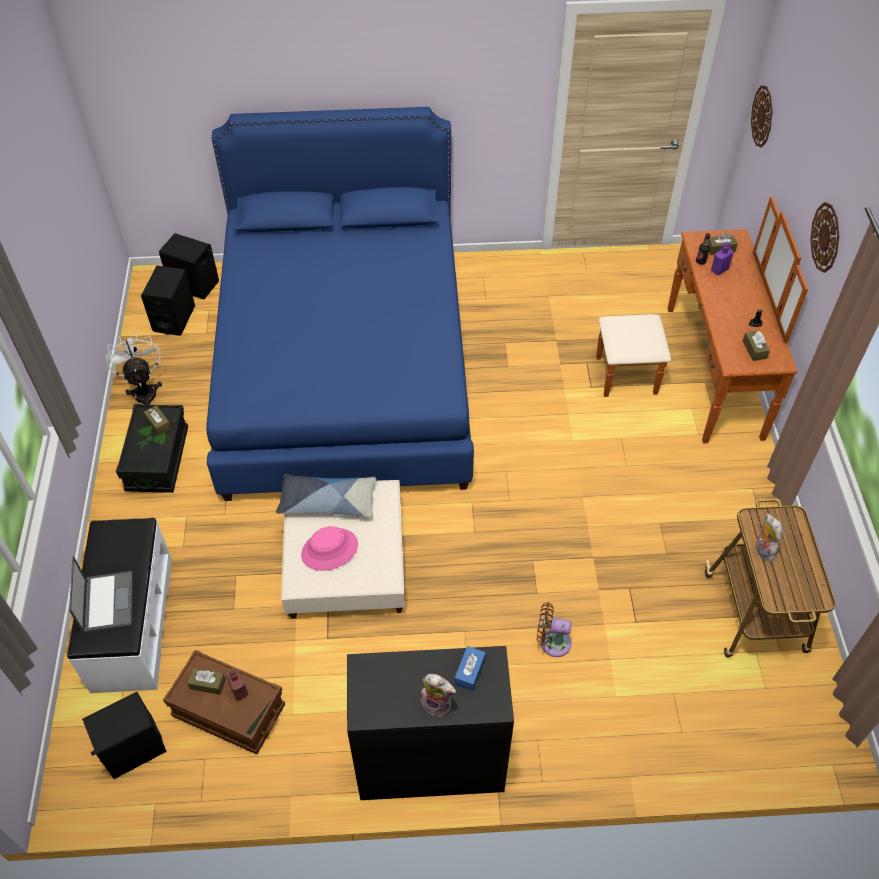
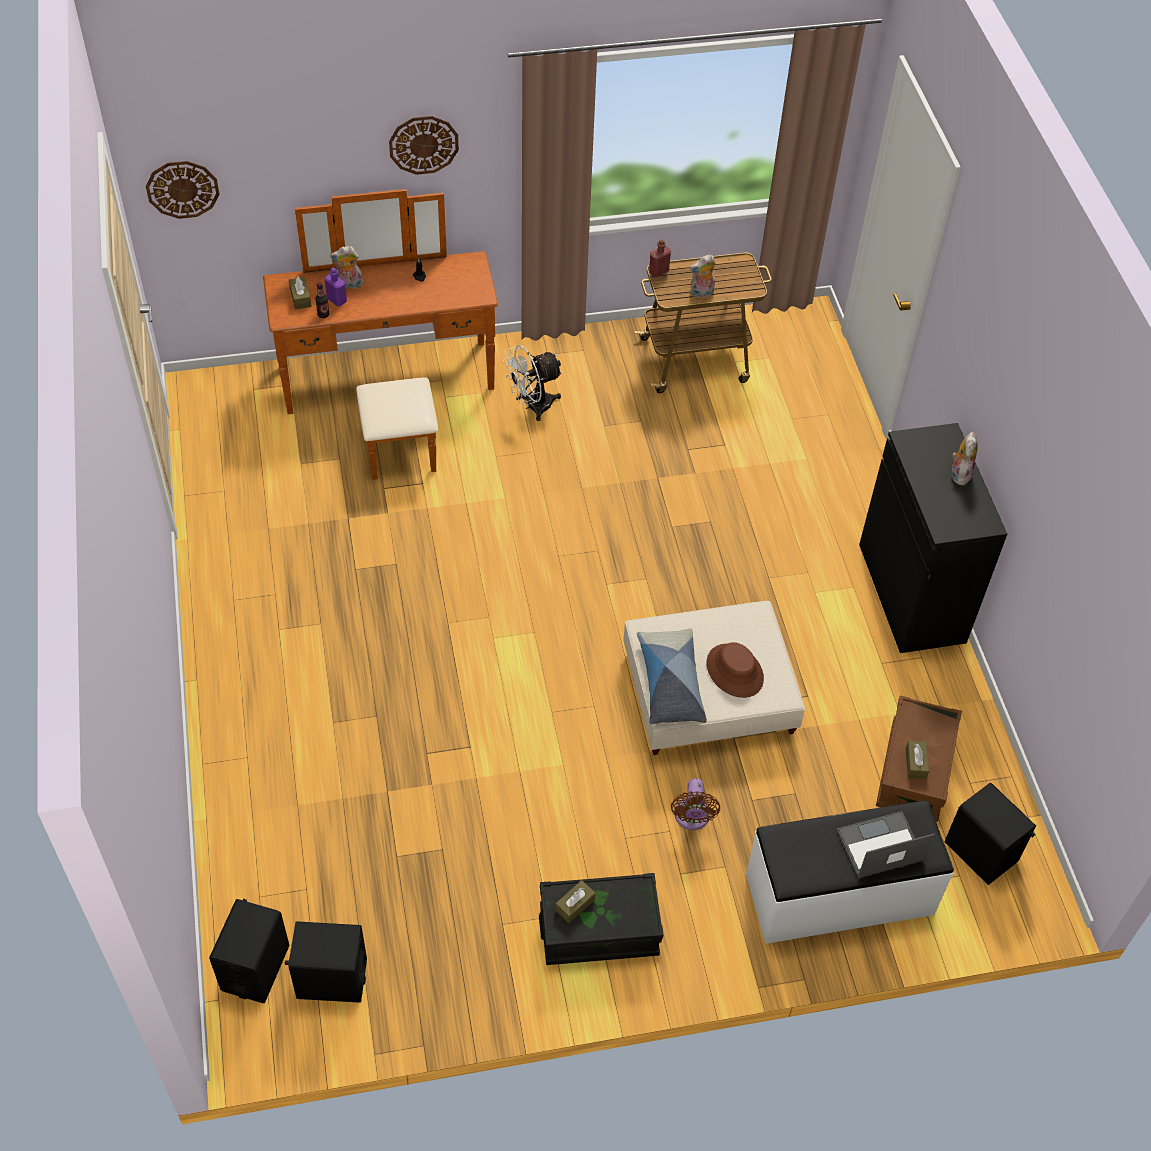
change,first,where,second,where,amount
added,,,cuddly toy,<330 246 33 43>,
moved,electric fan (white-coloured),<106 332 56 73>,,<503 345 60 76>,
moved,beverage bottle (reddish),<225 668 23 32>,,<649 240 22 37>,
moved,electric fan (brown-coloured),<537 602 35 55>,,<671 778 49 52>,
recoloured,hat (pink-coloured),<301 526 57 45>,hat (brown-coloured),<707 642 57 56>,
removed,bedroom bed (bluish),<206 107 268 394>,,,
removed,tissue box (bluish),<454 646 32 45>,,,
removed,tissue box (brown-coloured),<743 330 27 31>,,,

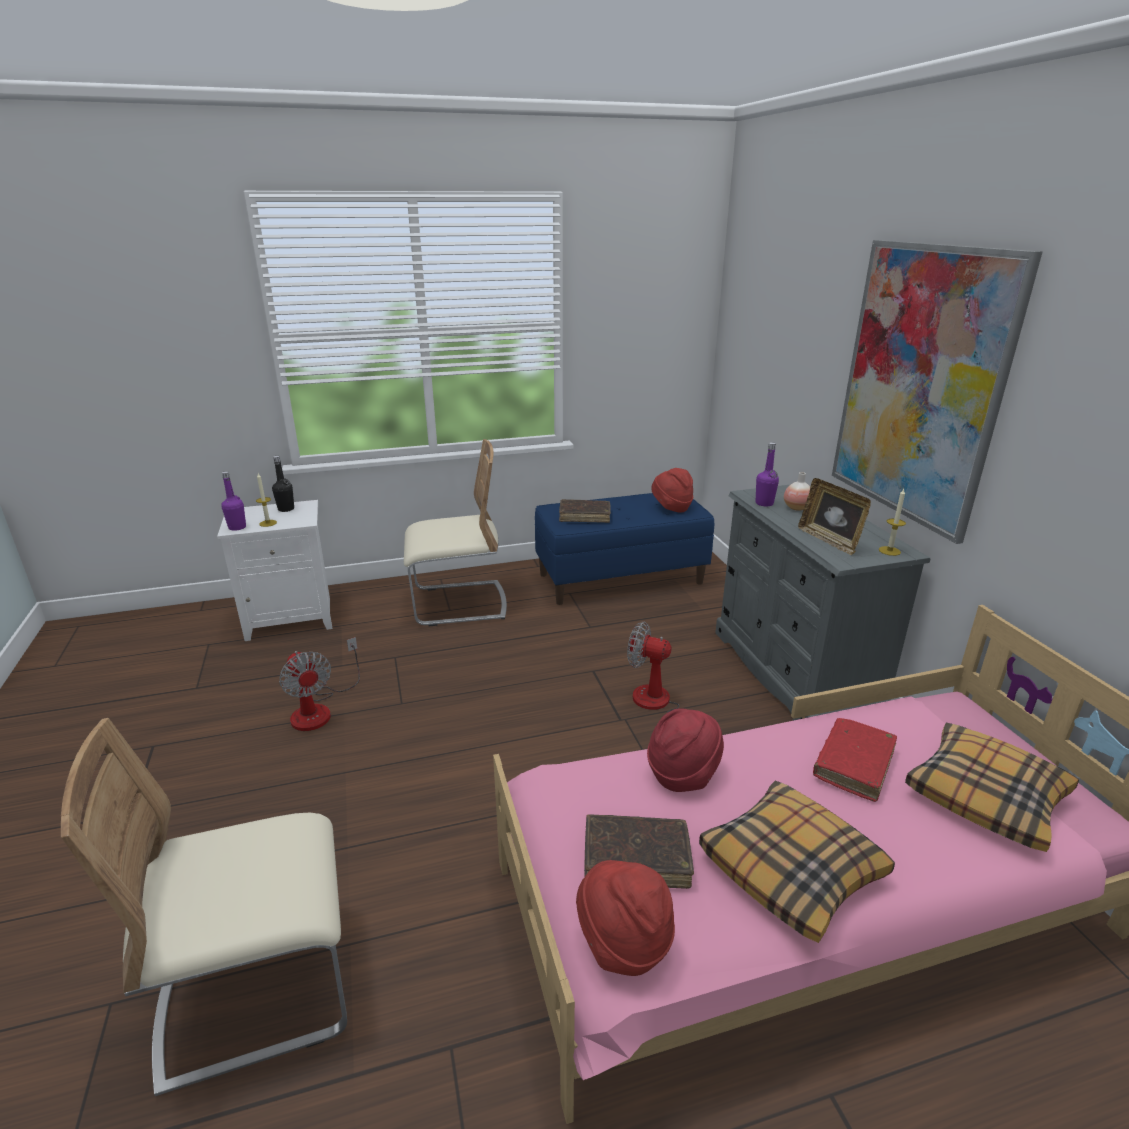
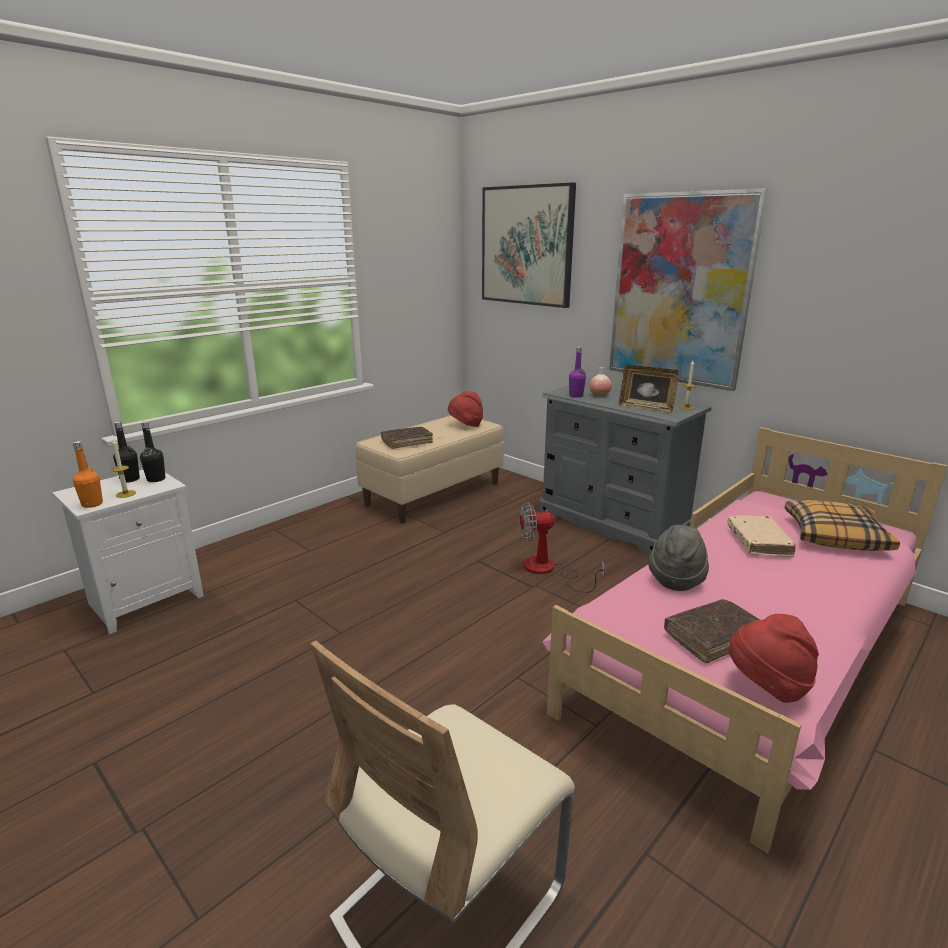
change,first,where,second,where,amount
recoloured,beverage bottle (purplish),<222 471 24 60>,beverage bottle (orangey),<73 441 30 67>,
added,,,beverage bottle (blackish),<140 421 26 61>,
recoloured,bench (bluish),<535 493 179 112>,bench (beige-coloured),<356 415 148 108>,
added,,,wall art,<482 182 94 126>,
recoloured,hat (reddish),<647 708 77 84>,hat (greyish),<648 525 61 66>,
recoloured,bound book (reddish),<813 718 84 84>,bound book (beige-coloured),<727 515 69 42>,
removed,electric fan,<279 637 81 94>,,,
removed,plain chair (beige-coloured),<404 439 103 187>,,,
removed,throw pillow,<699 781 196 162>,,,

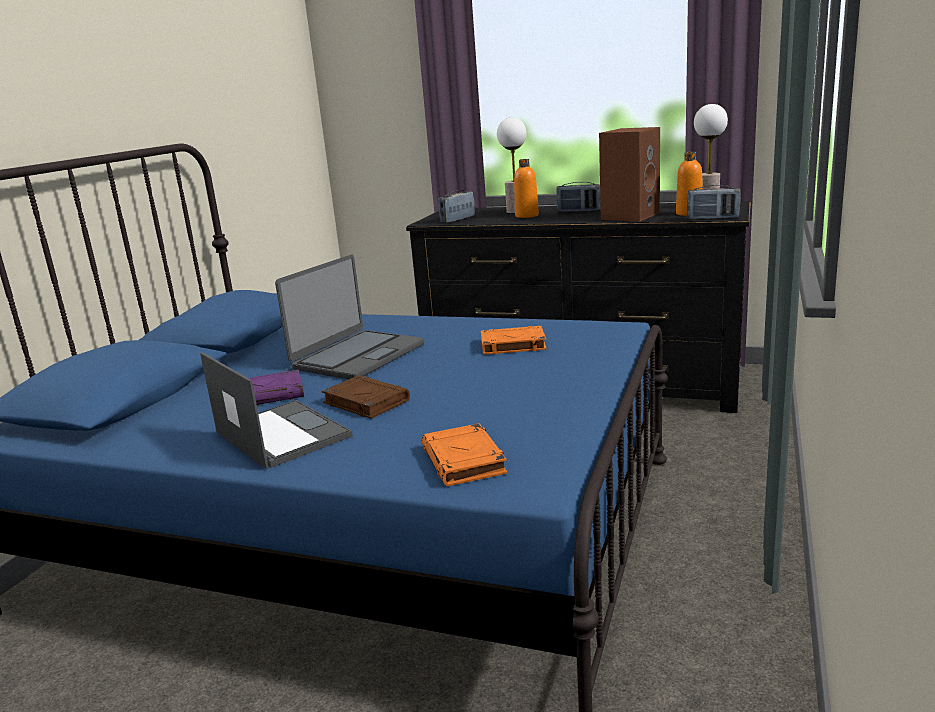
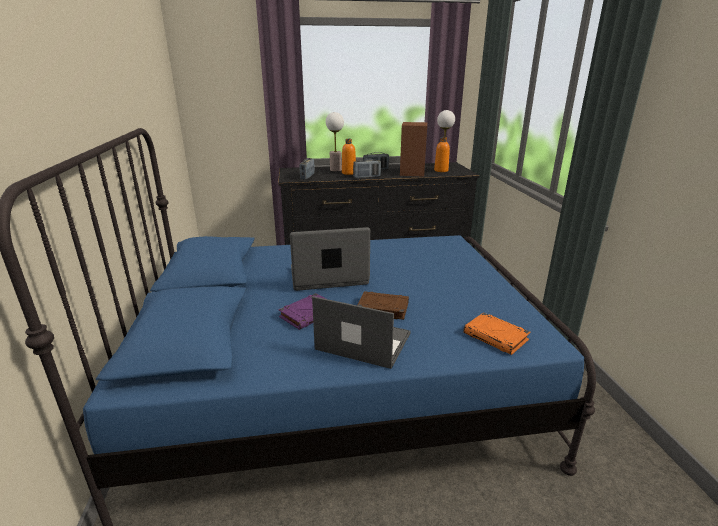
change,first,where,second,where,amount
turned,notebook computer,<275 255 149 124>,,<290 227 80 64>,105 degrees counterclockwise
moved,radio,<687 185 54 35>,,<353 159 28 19>,
removed,bound book (orangey),<481 326 66 29>,,,

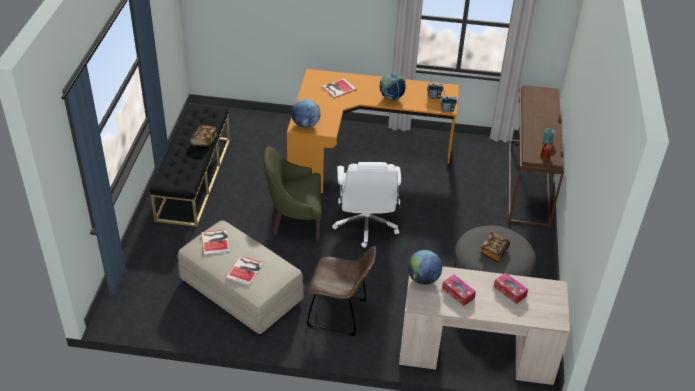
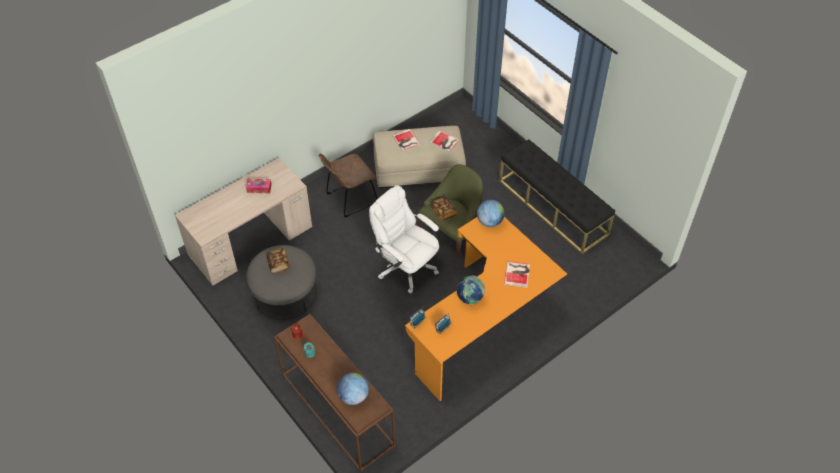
change,first,where,second,where,amount
moved,globe,<407 250 35 35>,,<337 373 32 32>,
moved,bound book,<190 125 27 22>,,<431 197 27 24>,
removed,tissue box,<494 273 34 31>,,,

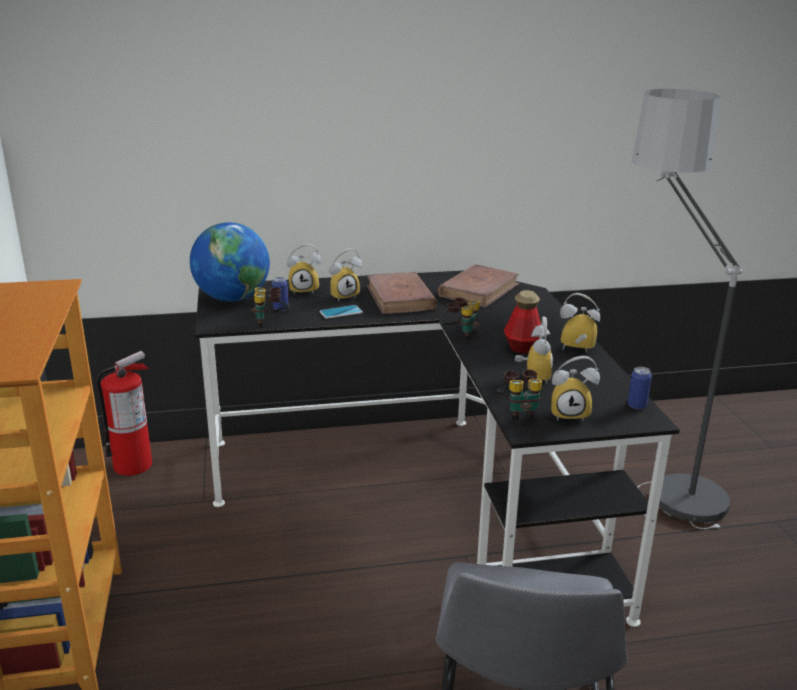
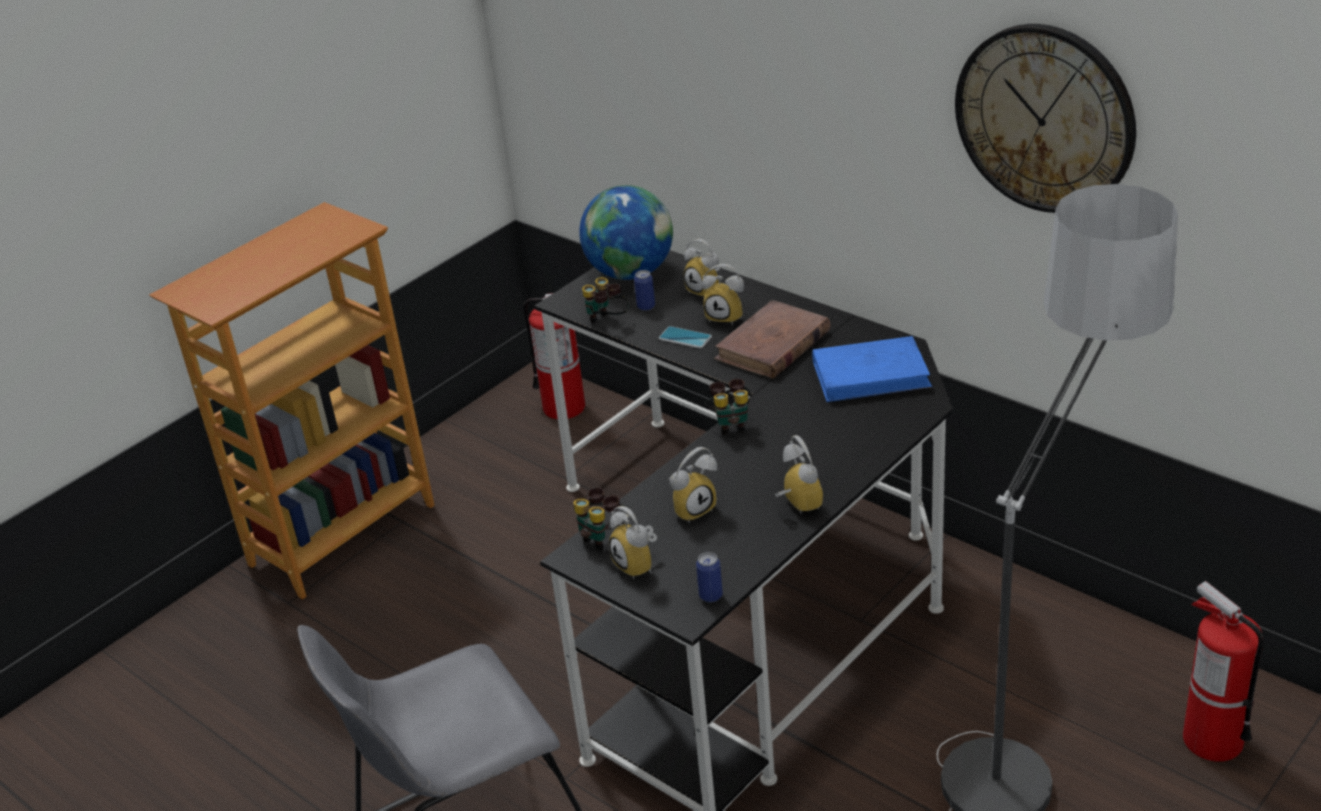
change,first,where,second,where,amount
recoloured,bound book (brown-coloured),<438 264 82 44>,bound book (bluish),<812 336 120 66>,
added,,,wall clock,<955 24 181 189>,
added,,,extinguisher,<1183 581 81 181>,
removed,beverage bottle,<504 290 37 64>,,,

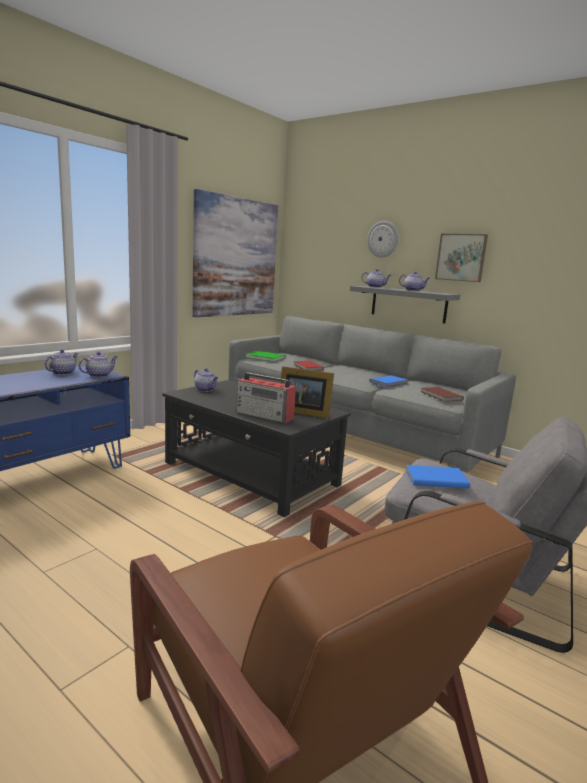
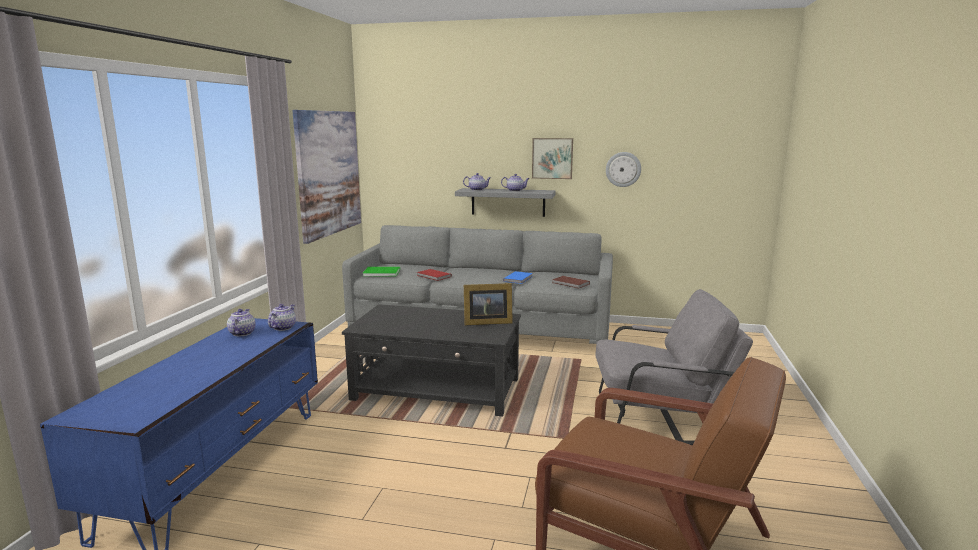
change,first,where,second,where,amount
moved,wall clock,<367 221 32 37>,,<606 152 35 35>,
removed,tea pot,<194 368 24 24>,,,
removed,radio,<236 372 60 51>,,,
removed,bound book (bluish),<405 465 65 24>,,,

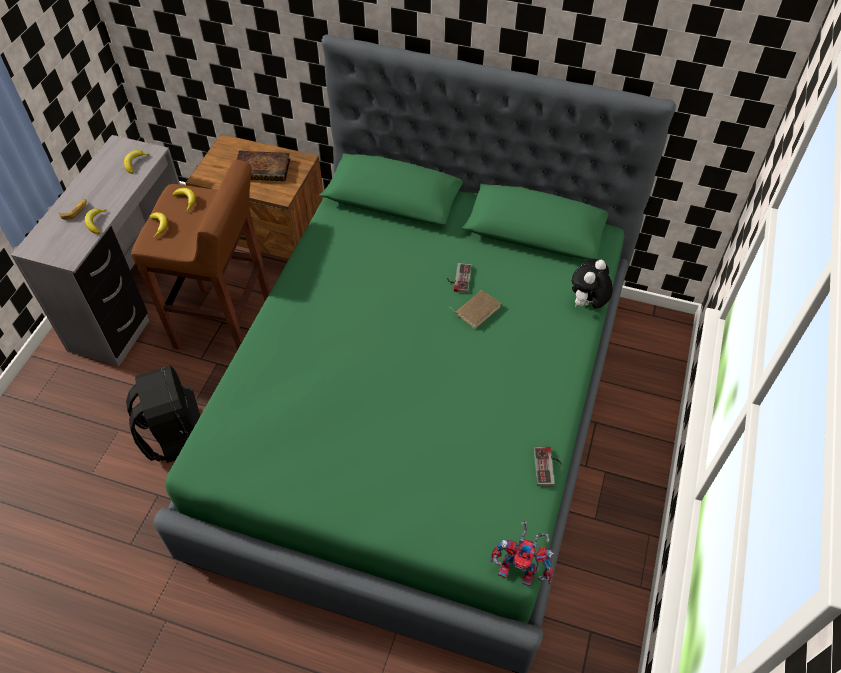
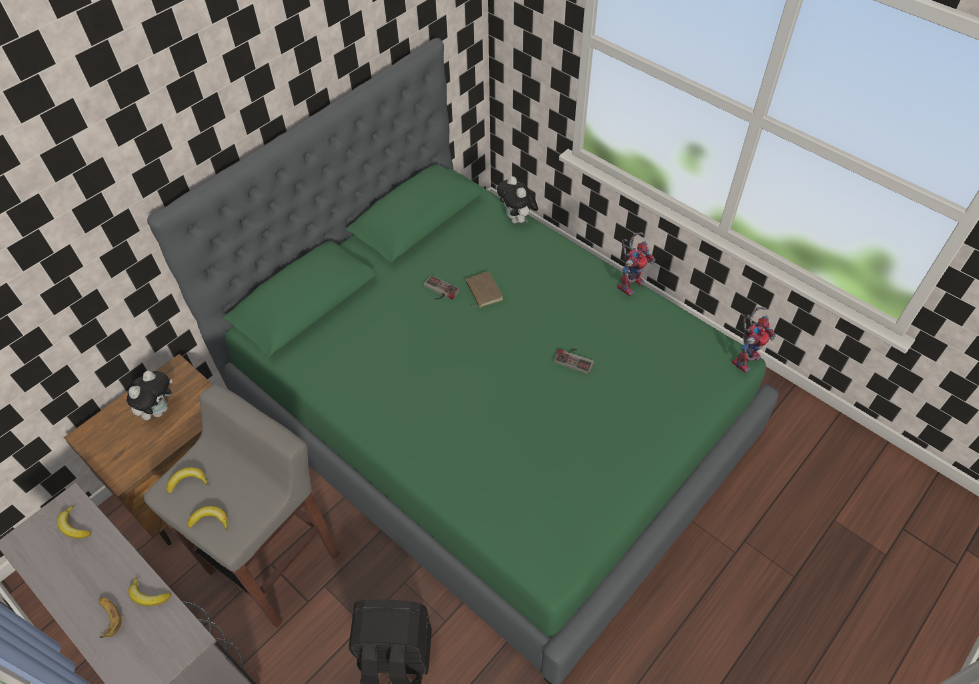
change,first,where,second,where,amount
replaced,bound book,<237 151 53 30>,cuddly toy,<127 371 45 49>,
recoloured,stool (brown-coloured),<131 159 139 191>,stool (greyish),<144 384 196 244>,
moved,joypad,<534 447 28 39>,,<553 349 41 25>,
added,,,toy robot,<617 232 39 65>,

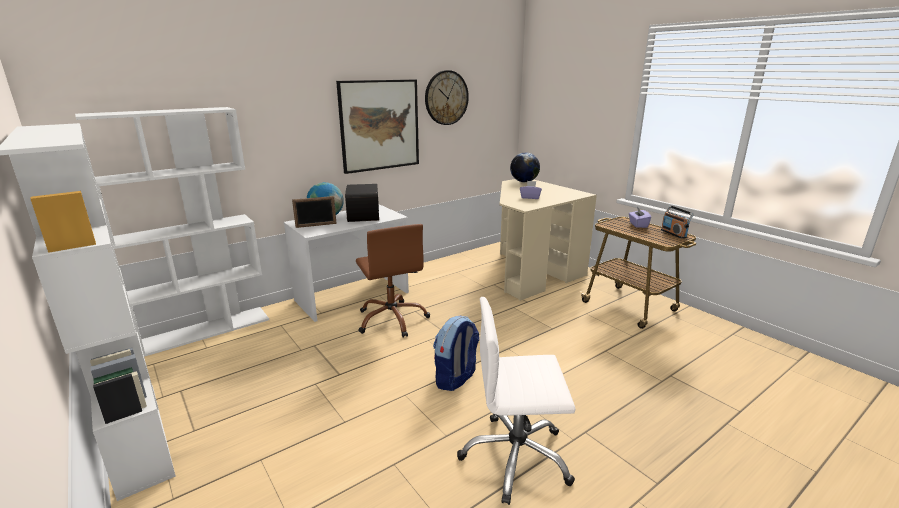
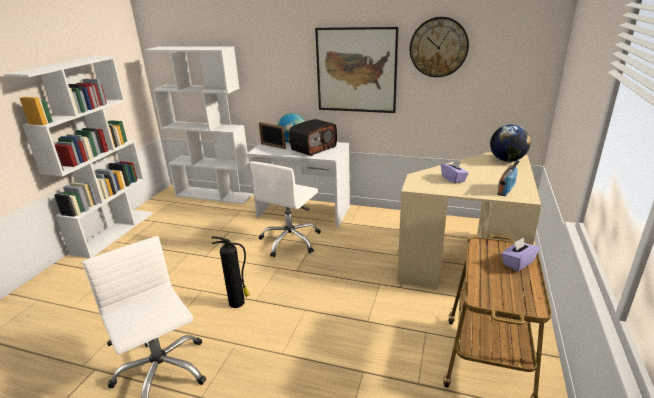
change,first,where,second,where,amount
replaced,rucksack,<433 316 47 75>,extinguisher,<211 236 39 72>,
recoloured,desk chair (brown-coloured),<356 224 74 114>,desk chair (white-coloured),<250 161 71 96>,
moved,radio,<661 205 33 33>,,<497 160 23 36>,

